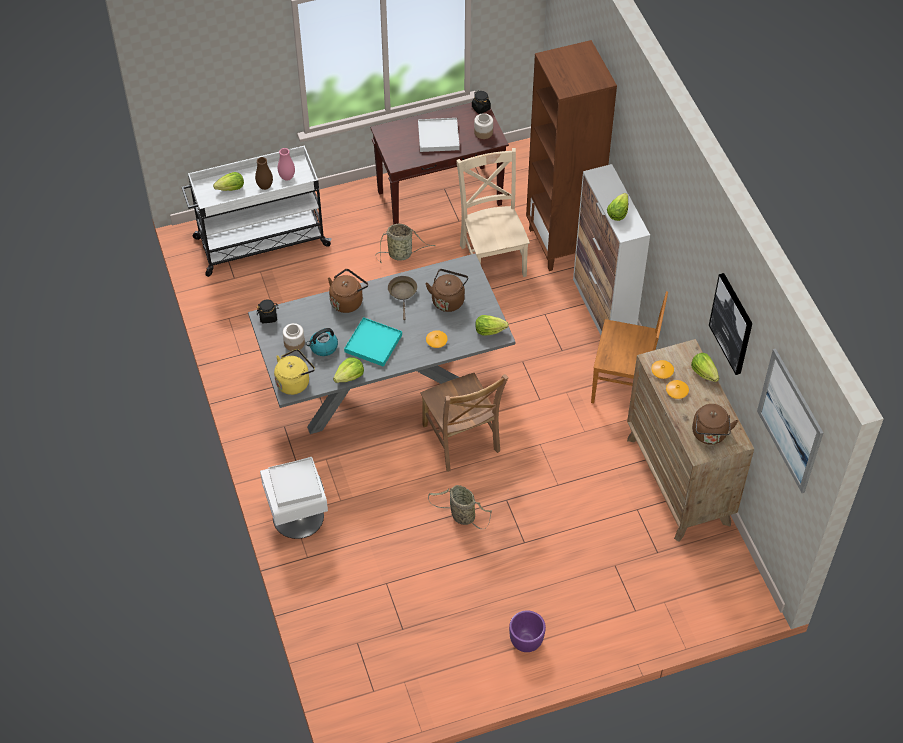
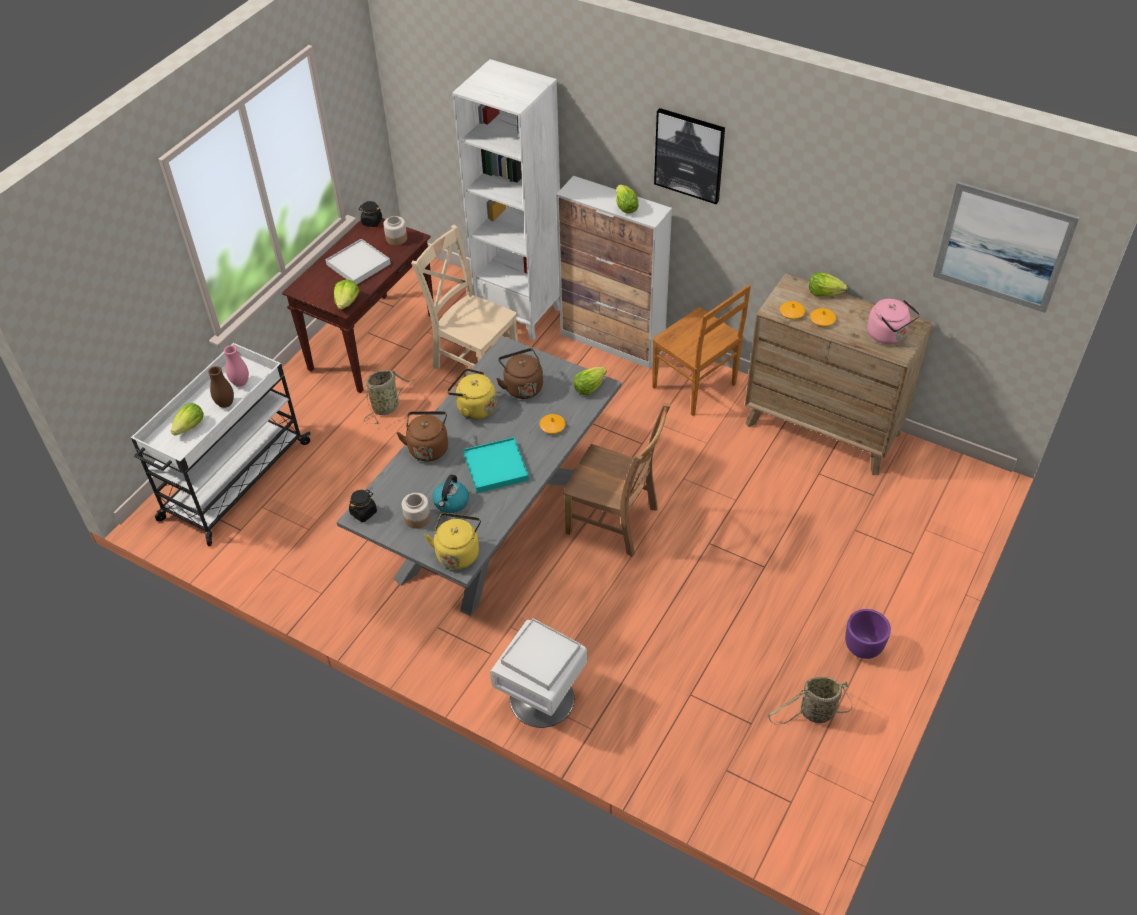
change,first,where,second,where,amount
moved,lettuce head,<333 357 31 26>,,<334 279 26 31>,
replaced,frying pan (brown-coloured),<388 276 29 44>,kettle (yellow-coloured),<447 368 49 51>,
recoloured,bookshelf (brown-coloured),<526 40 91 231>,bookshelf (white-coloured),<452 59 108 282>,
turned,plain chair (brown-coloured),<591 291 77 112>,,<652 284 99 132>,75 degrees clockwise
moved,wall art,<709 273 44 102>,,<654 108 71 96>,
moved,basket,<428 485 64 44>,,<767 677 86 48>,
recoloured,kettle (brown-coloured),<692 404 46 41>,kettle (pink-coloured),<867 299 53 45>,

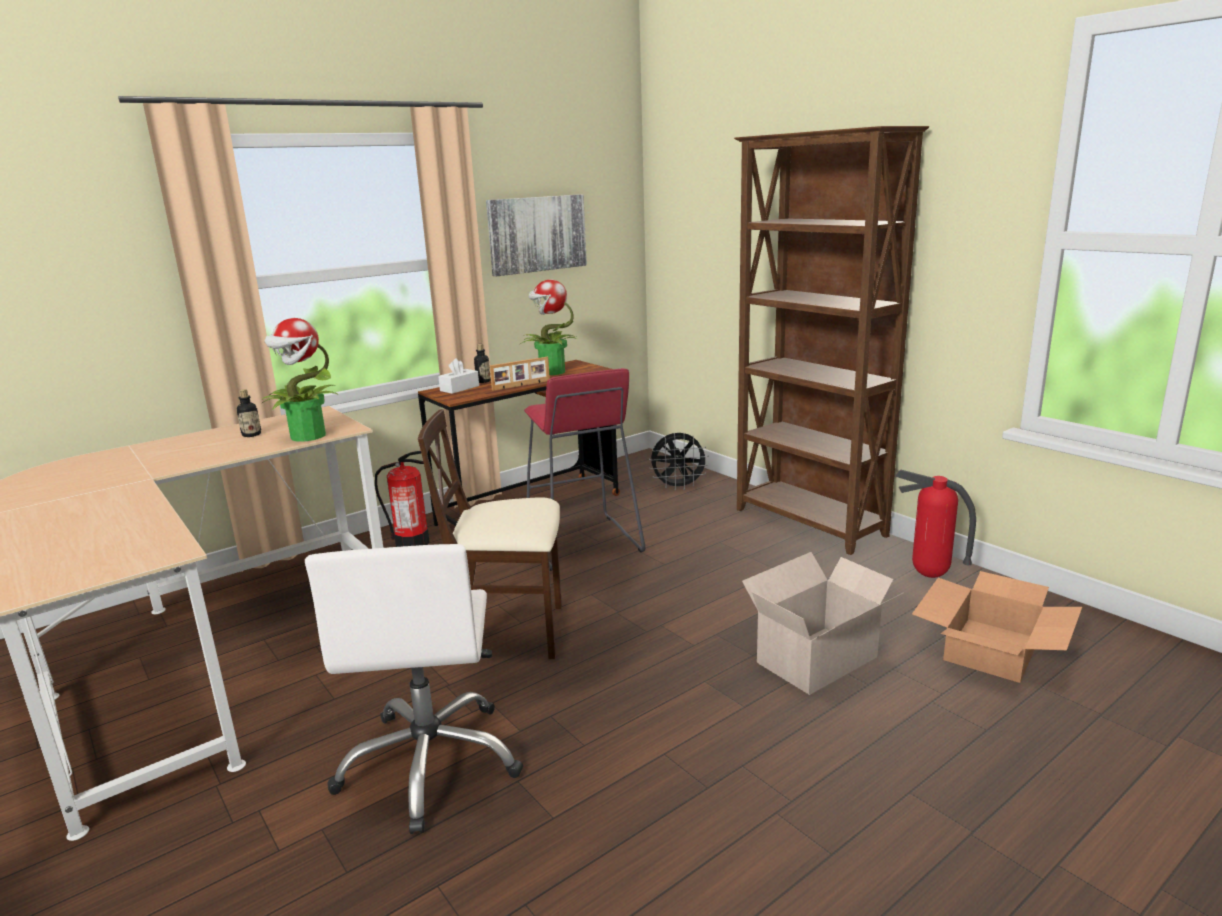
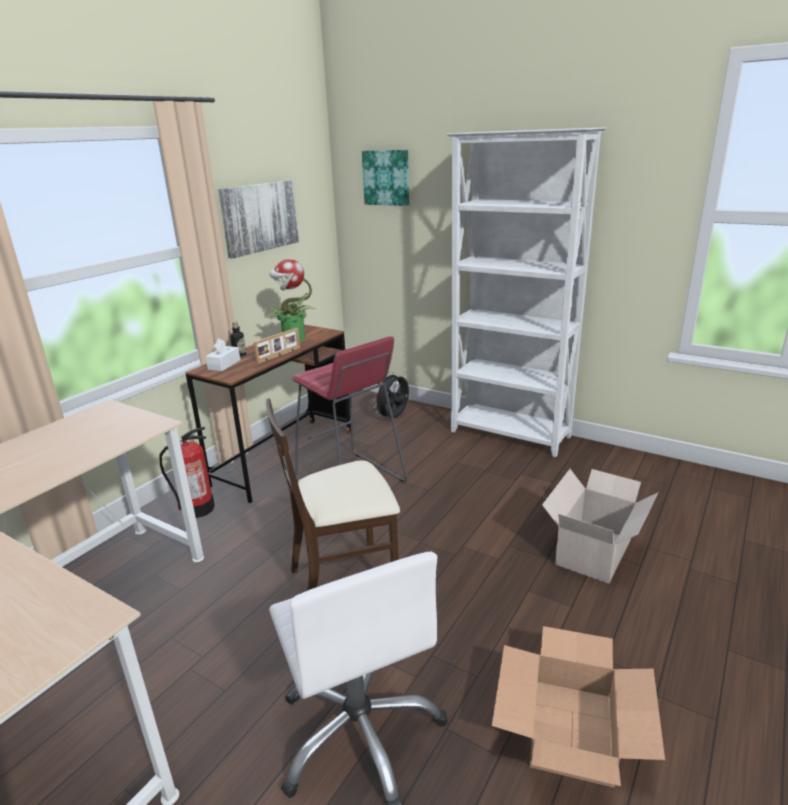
change,first,where,second,where,amount
added,,,wall art,<362 150 47 56>,
turned,electric fan (blackish),<649 432 60 59>,,<373 372 36 47>,150 degrees clockwise
recoloured,bookshelf (brown-coloured),<734 126 195 429>,bookshelf (white-coloured),<446 127 160 330>,
moved,cardboard box,<912 571 170 112>,,<492 626 173 161>,
removed,beverage bottle,<237 389 24 48>,,,
removed,houseplant,<262 318 77 124>,,,
removed,extinguisher,<895 469 81 109>,,,

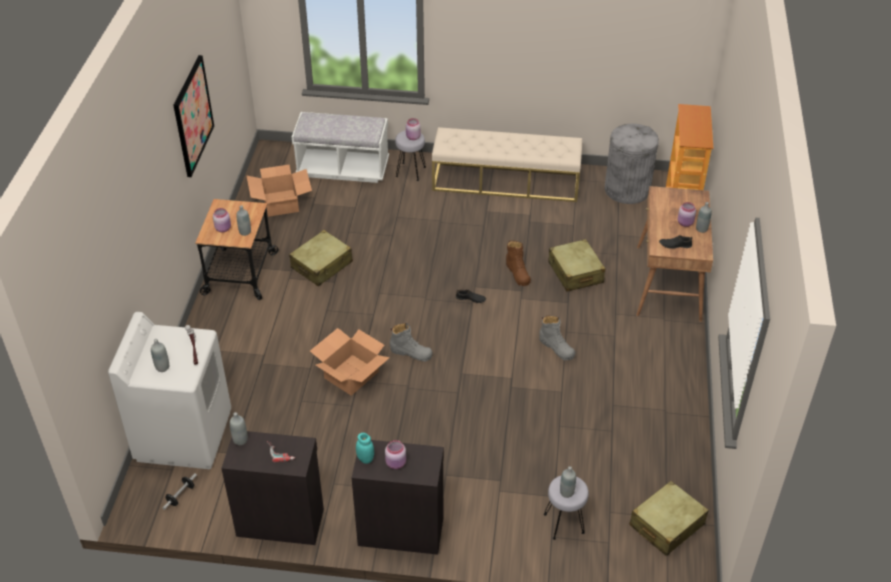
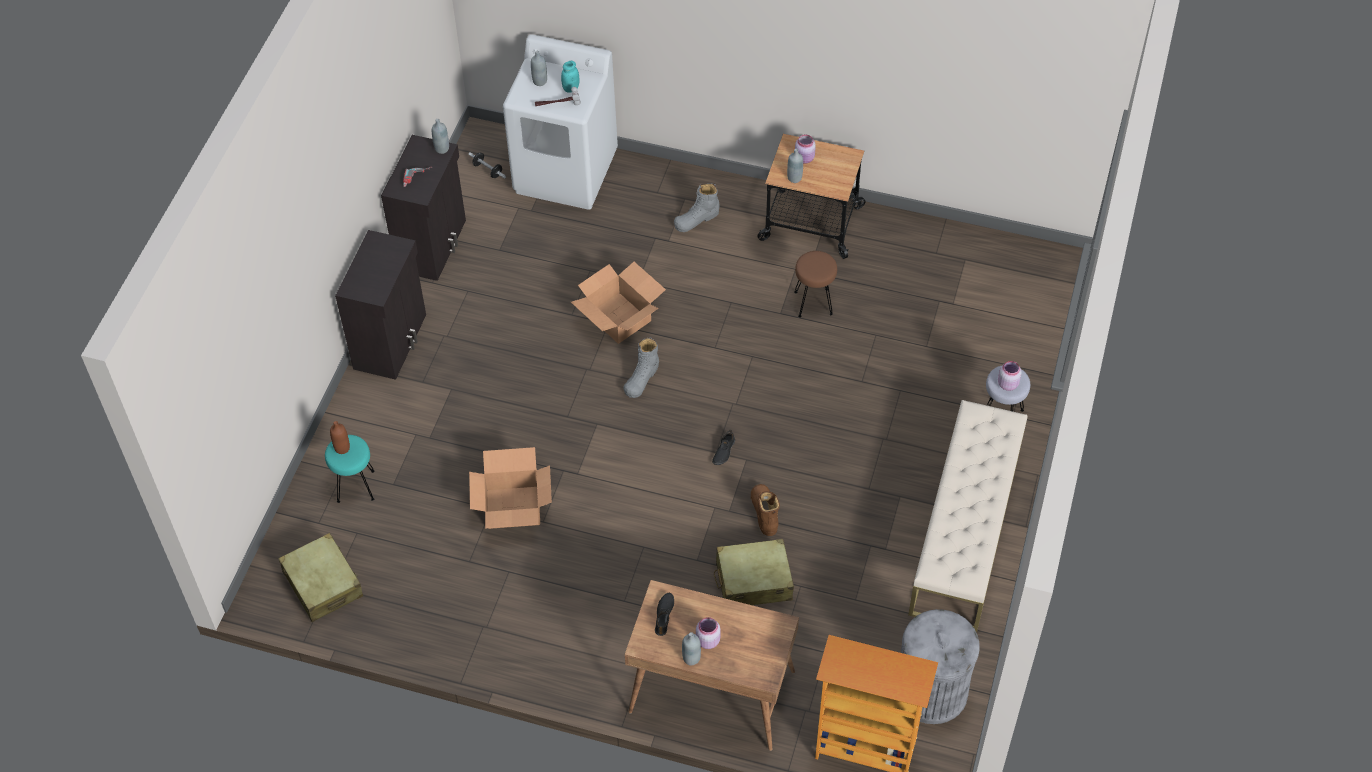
change,first,where,second,where,amount
recoloured,stool (greyish),<544 476 45 64>,stool (turquoise),<325 435 49 68>,
recoloured,beverage bottle (greyish),<560 466 16 32>,beverage bottle (brown-coloured),<330 421 20 33>,
moved,cardboard box,<246 165 66 52>,,<469 447 83 82>,
moved,storage jar (turquoise),<356 433 18 31>,,<561 61 19 32>,
moved,boot (greyish),<539 315 36 46>,,<674 184 45 48>,
turned,boot (brown-coloured),<506 240 25 46>,,<751 484 29 52>,90 degrees clockwise
replaced,suitcase (beige-coloured),<289 230 64 56>,stool (brown-coloured),<794 251 43 67>,
removed,wall art,<173 55 41 122>,,,
removed,bench (white-coloured),<292 112 97 71>,,,
removed,storage jar (pink-coloured),<385 440 21 29>,,,

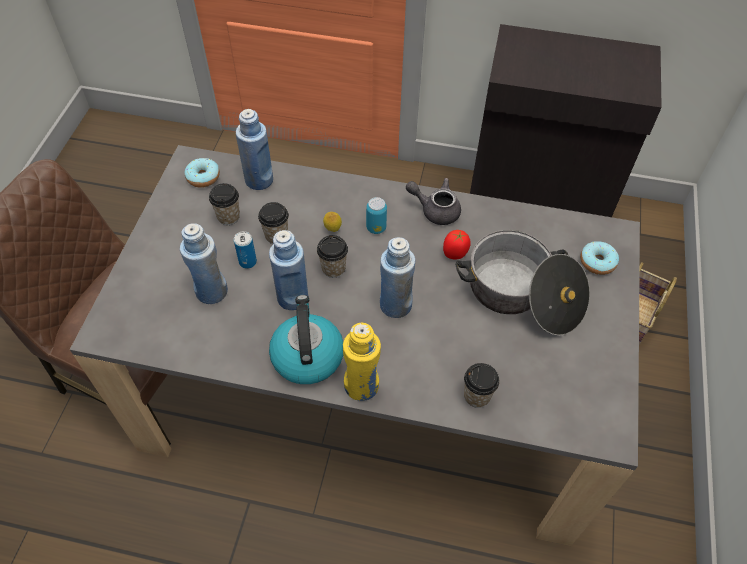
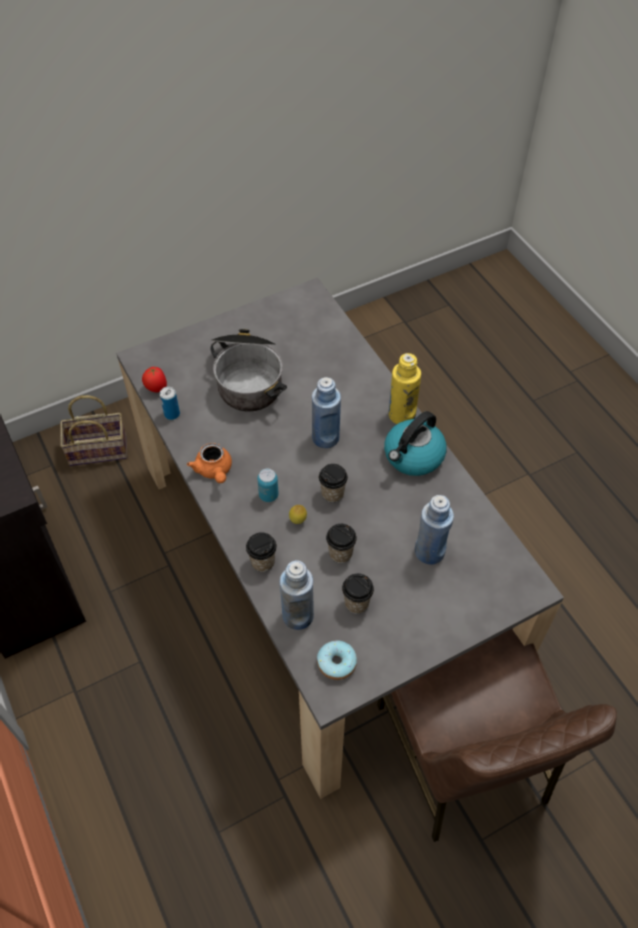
change,first,where,second,where,amount
moved,tomato,<443 230 28 30>,,<142 367 25 25>,
moved,sealed can,<234 231 23 38>,,<160 387 20 33>,
recoloured,tea pot (greyish),<406 178 55 47>,tea pot (orangey),<187 443 45 40>,
moved,small cup,<464 363 36 45>,,<246 532 31 40>,
removed,beverage bottle (bluish),<269 230 39 80>,,,
removed,ring doughnut,<580 241 39 34>,,,

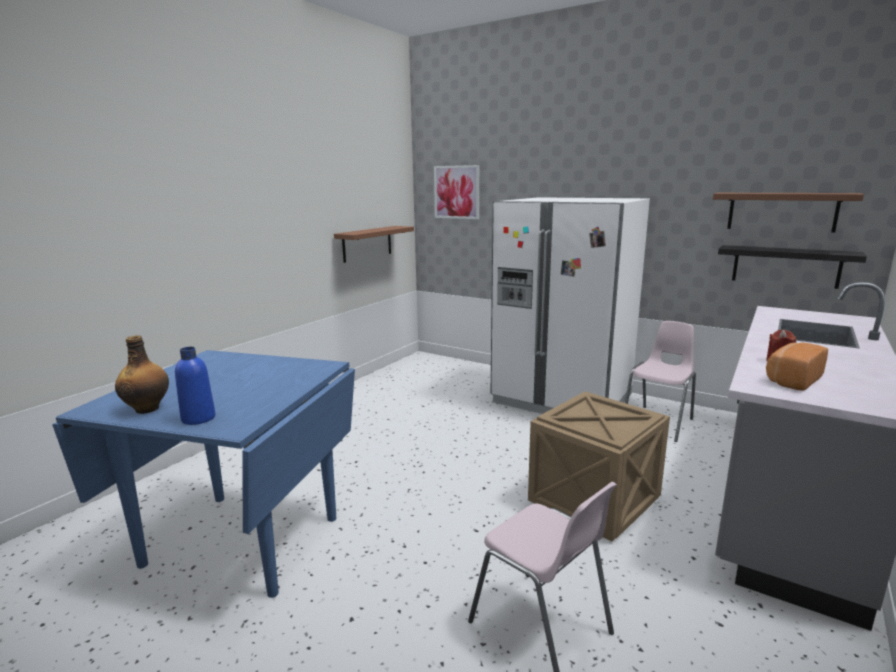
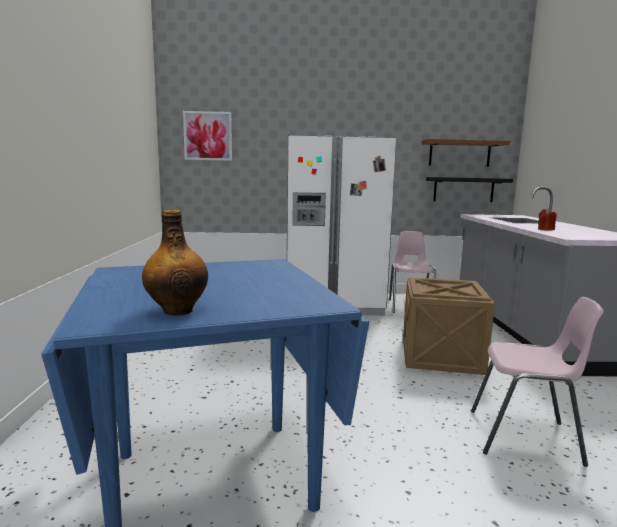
change,first,where,second,where,amount
removed,beverage bottle (bluish),<175 347 40 78>,,,
removed,bracket shelf (brown-coloured),<334 226 80 37>,,,
removed,bakery bread,<766 342 62 49>,,,

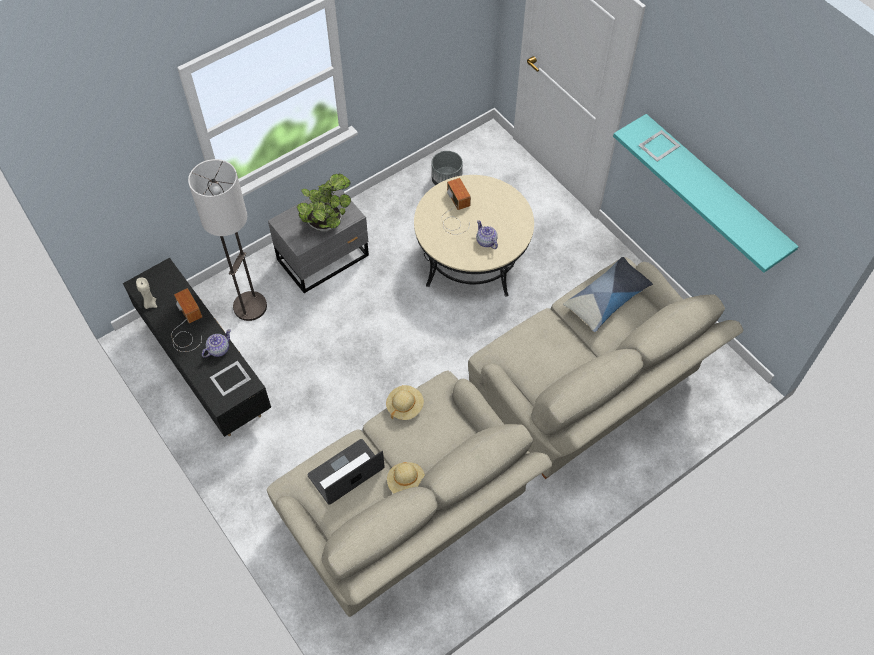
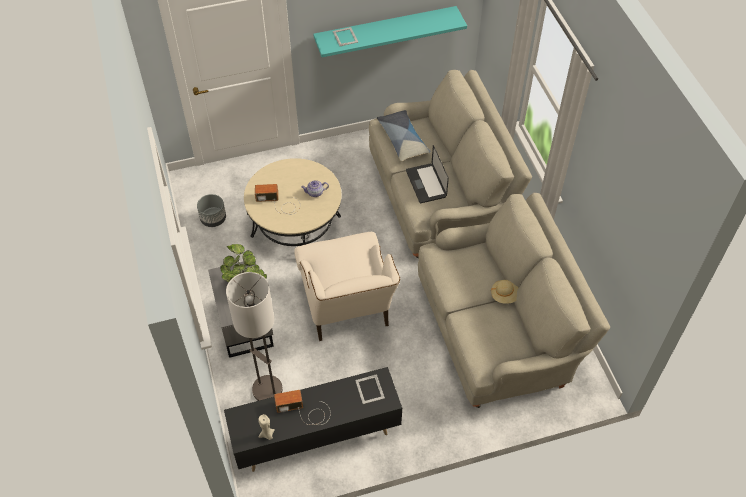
change,first,where,second,where,amount
added,,,easy chair (beige-coloured),<294 232 106 109>,
moved,notebook computer,<308 439 77 66>,,<406 145 43 58>,
removed,tea pot,<202 329 29 29>,,,
removed,hat (beige-coloured),<386 385 38 35>,,,

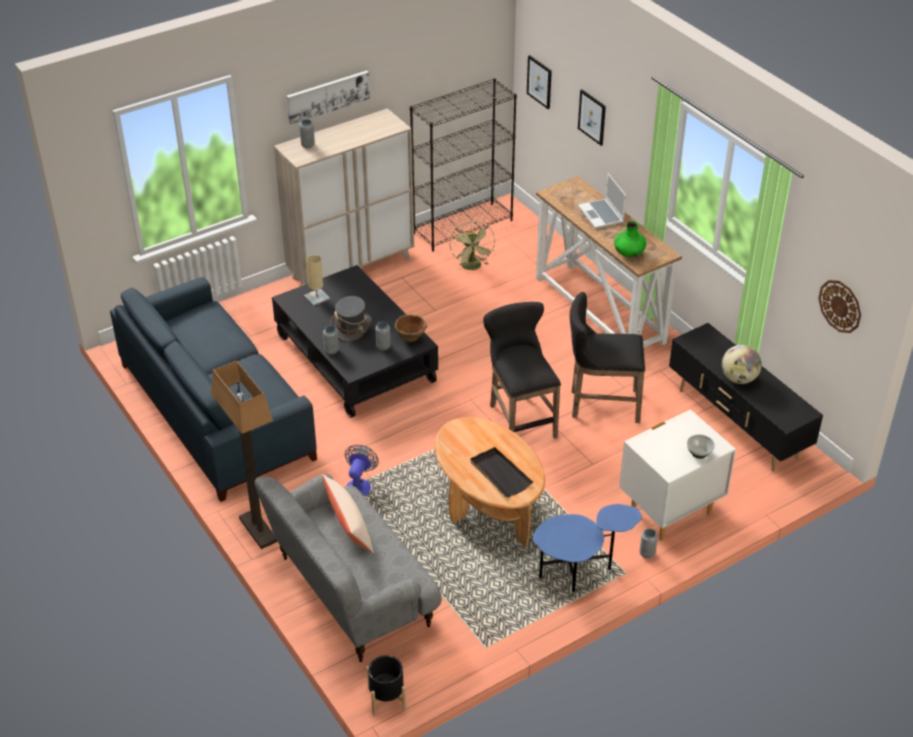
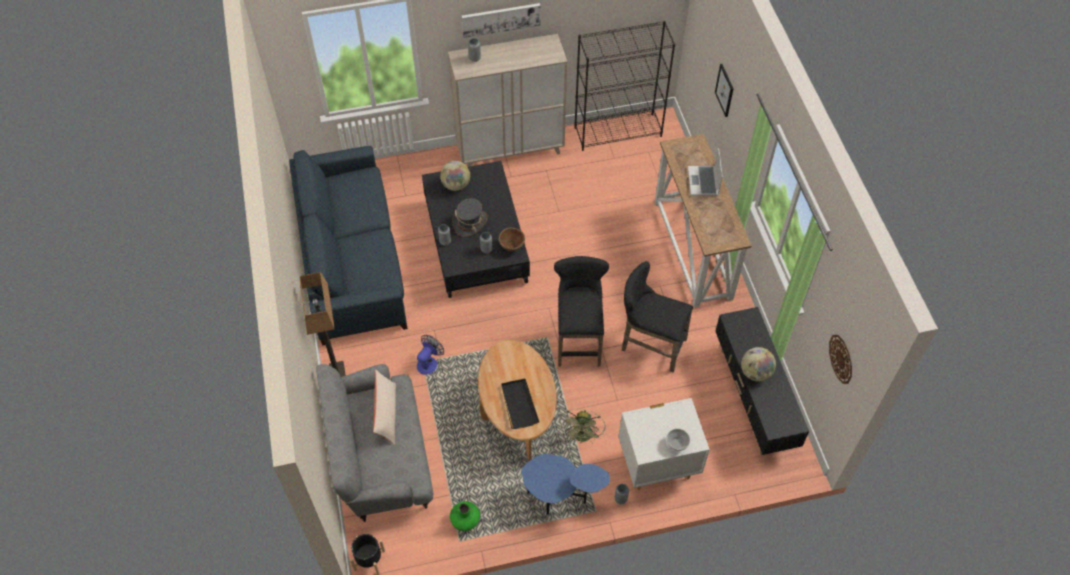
change,first,where,second,where,amount
replaced,tabletop lamp (beige-coloured),<304 255 26 51>,globe,<440 161 30 30>,
moved,flower vase (green-coloured),<614 221 33 36>,,<450 501 30 30>,
moved,electric fan (green-coloured),<450 221 45 50>,,<559 409 47 35>,
removed,wall art,<527 55 25 54>,,,

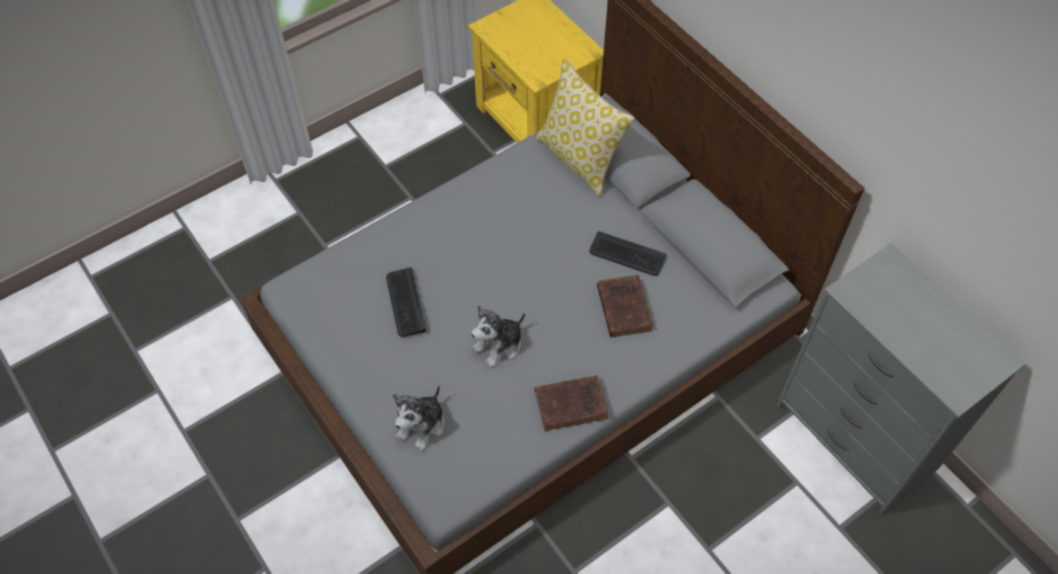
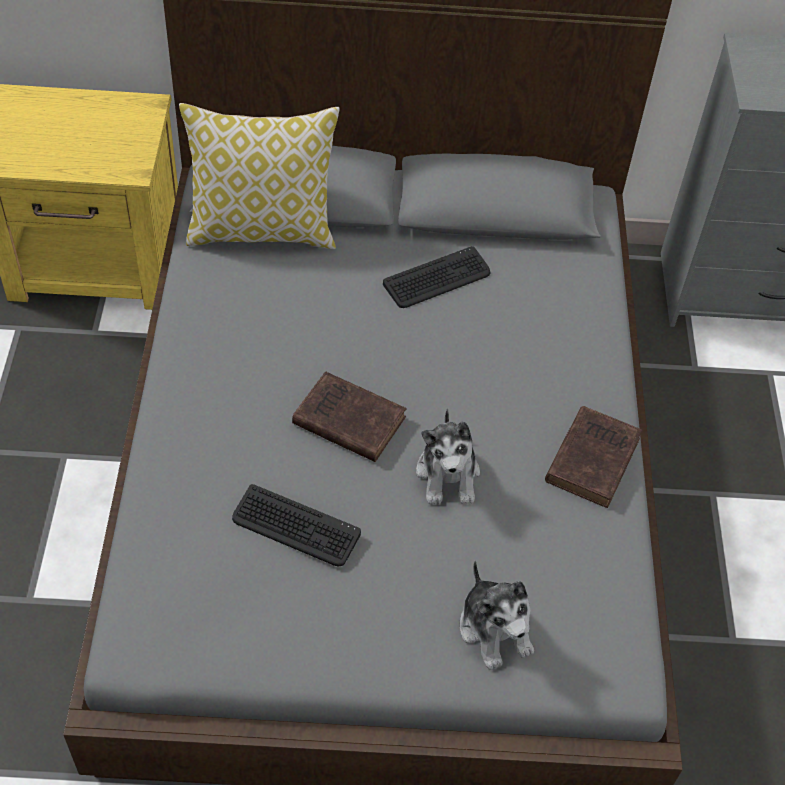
change,first,where,second,where,amount
moved,bound book (brown-coloured),<597 275 56 62>,,<292 372 115 90>,

